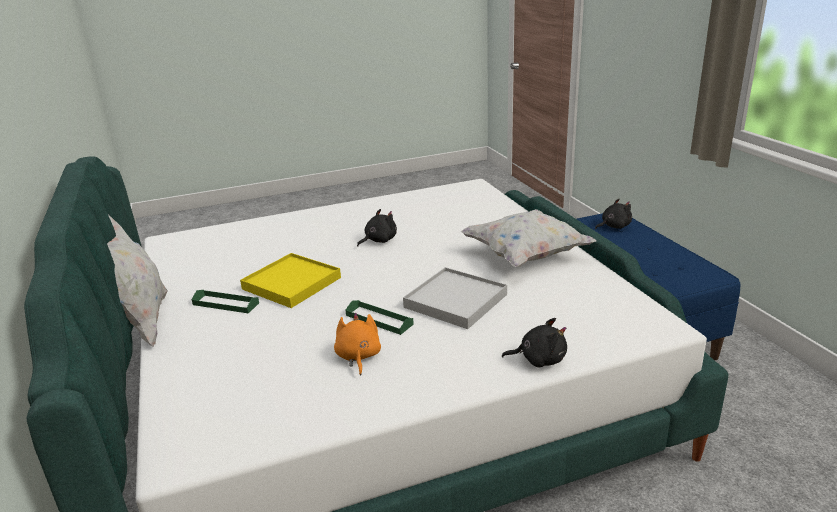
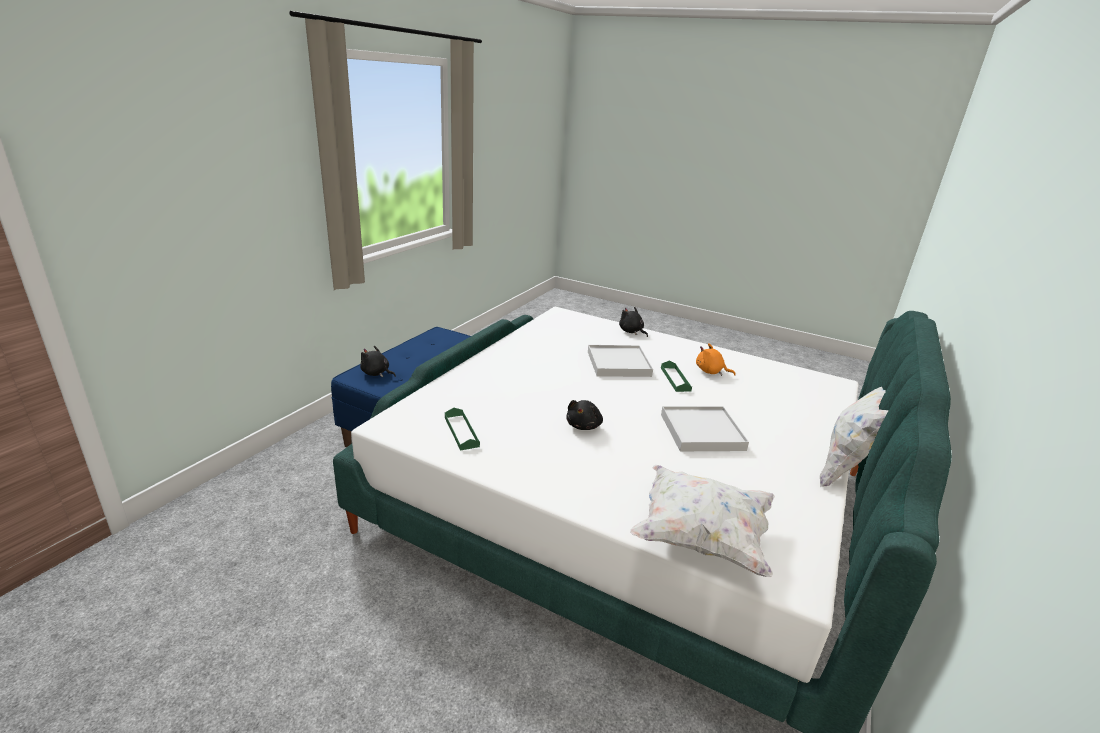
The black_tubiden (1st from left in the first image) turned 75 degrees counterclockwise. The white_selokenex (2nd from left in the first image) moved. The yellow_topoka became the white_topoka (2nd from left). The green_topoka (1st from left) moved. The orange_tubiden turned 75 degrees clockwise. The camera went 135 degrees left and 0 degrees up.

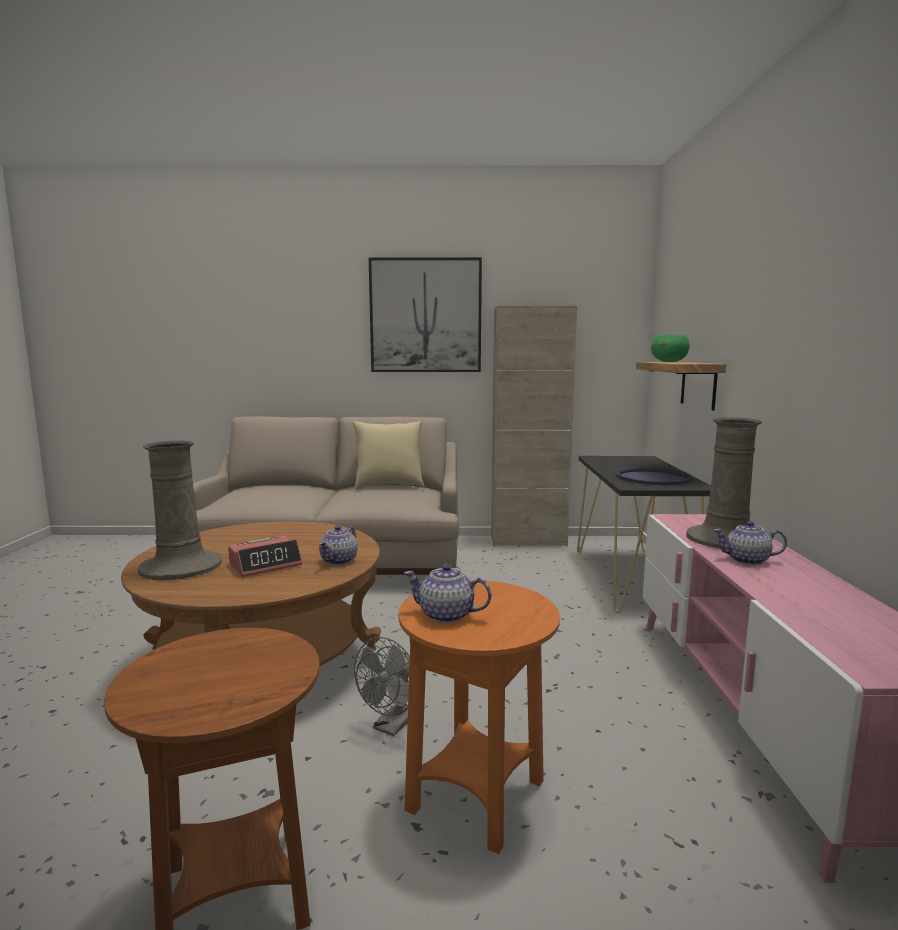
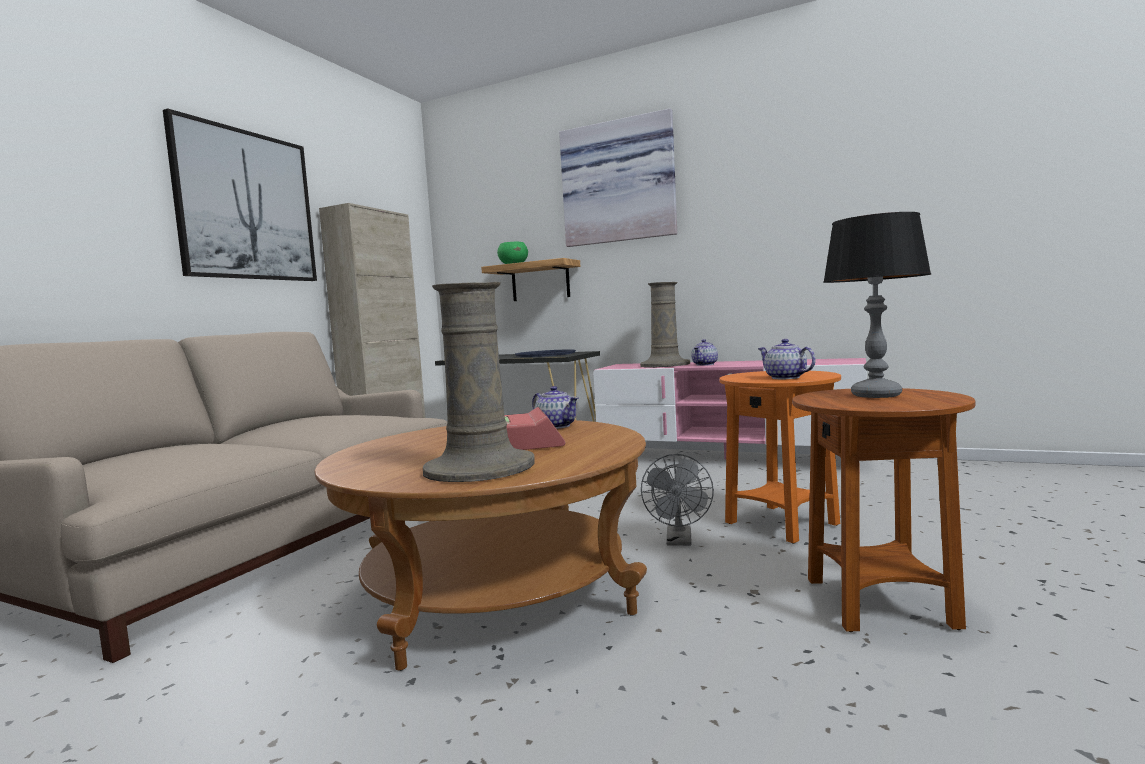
The beige_selokenex disappeared. The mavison (2nd from left in the first image) turned 105 degrees clockwise. The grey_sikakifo turned 45 degrees clockwise. The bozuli (2nd from left) appeared. The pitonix appeared. The camera went 65 degrees left and 5 degrees down.

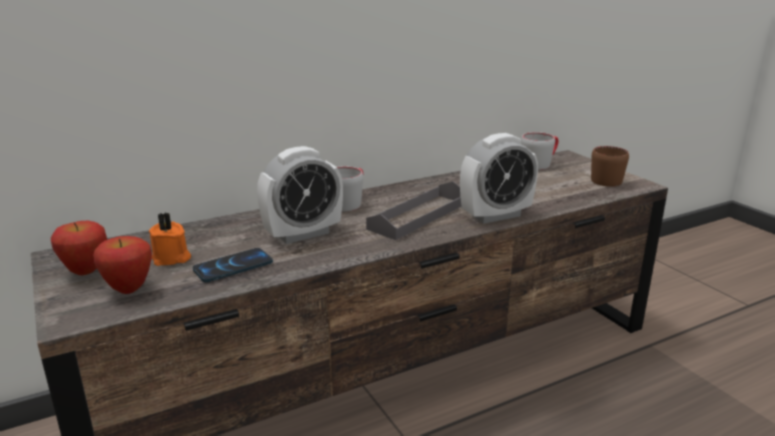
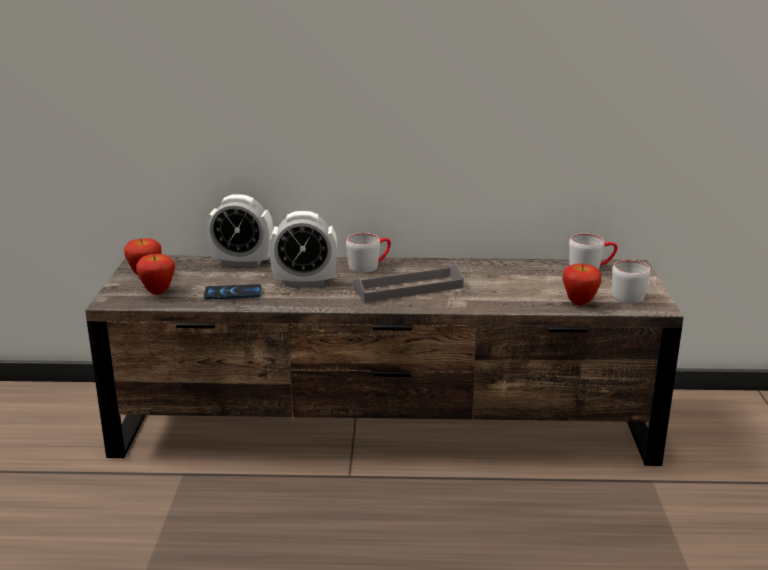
The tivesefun (2nd from left in the first image) moved. The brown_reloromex became the grey_reloromex (3rd from left). The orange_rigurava disappeared. The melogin (3rd from left) appeared. The camera went 30 degrees right and 0 degrees up.

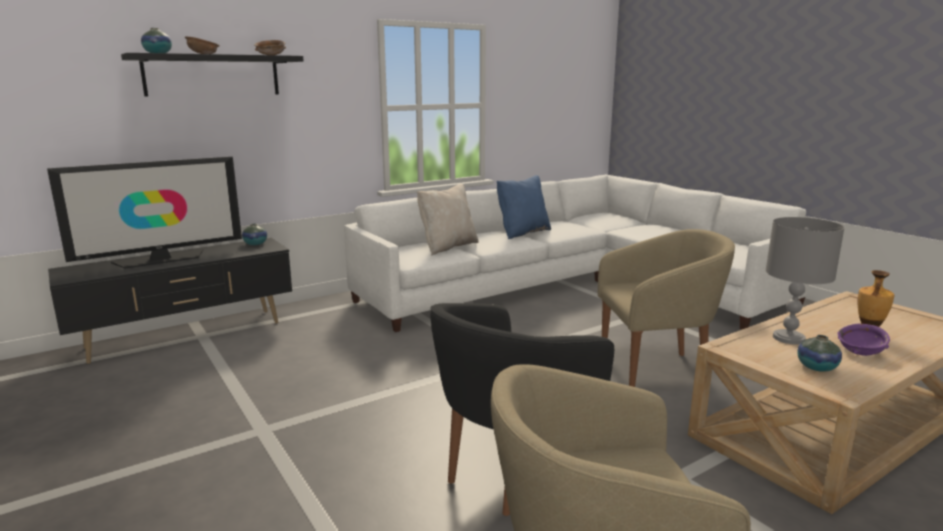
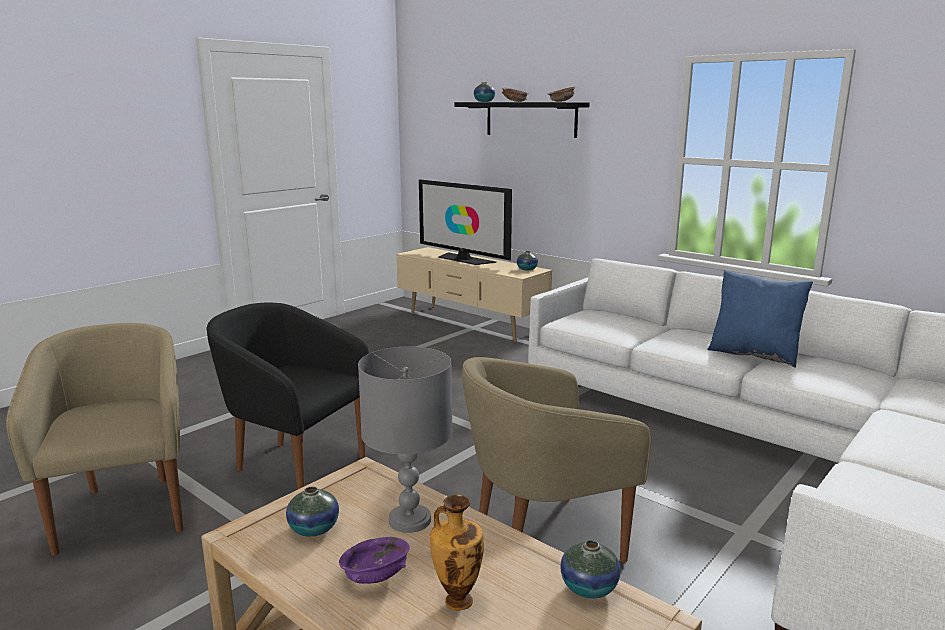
The beige_selokenex disappeared. The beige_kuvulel (2nd from left) turned 90 degrees clockwise. The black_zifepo became the beige_zifepo. The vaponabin (5th from left) appeared. The camera went 75 degrees right and 0 degrees up.

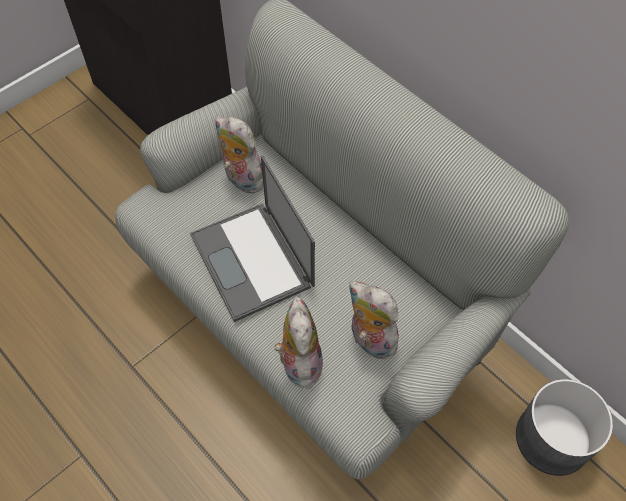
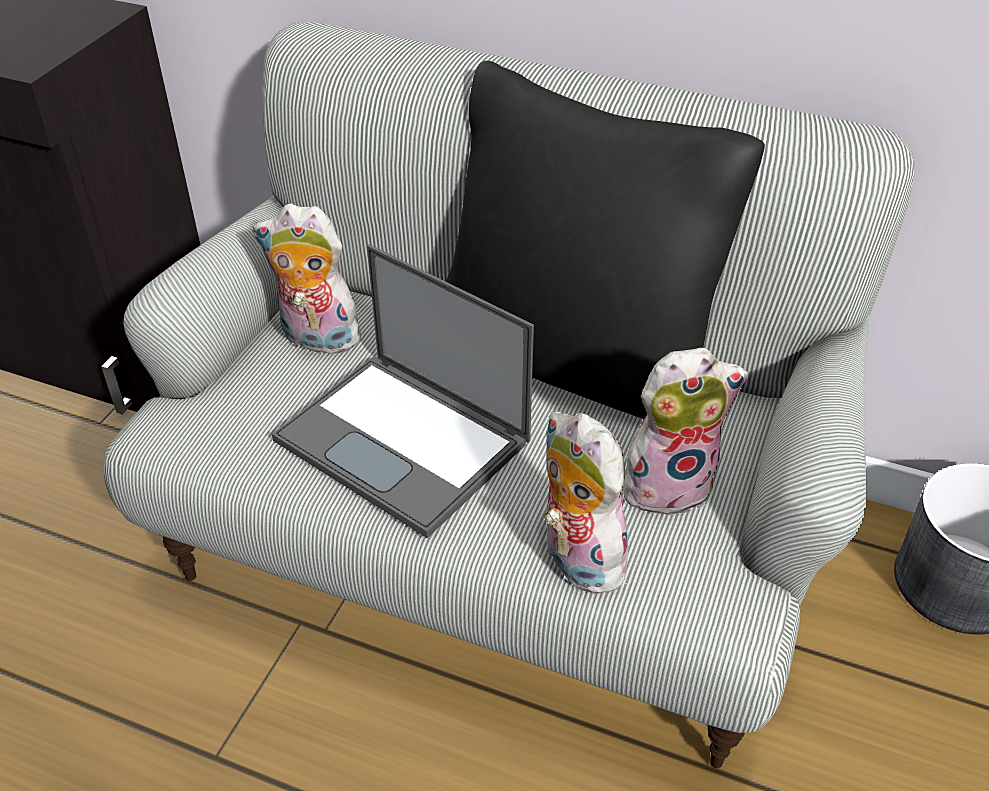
The tubiden (3rd from left) turned 150 degrees clockwise. The black_selokenex appeared. The camera went 25 degrees left and 15 degrees down.

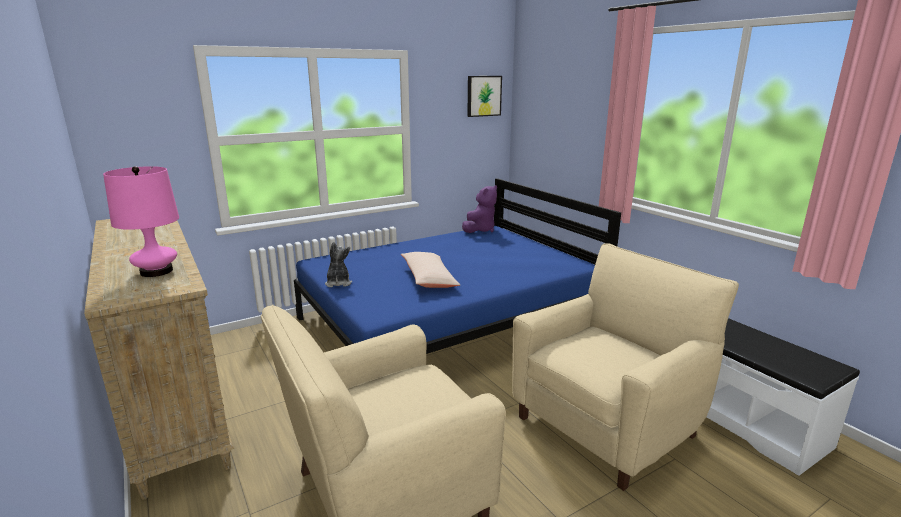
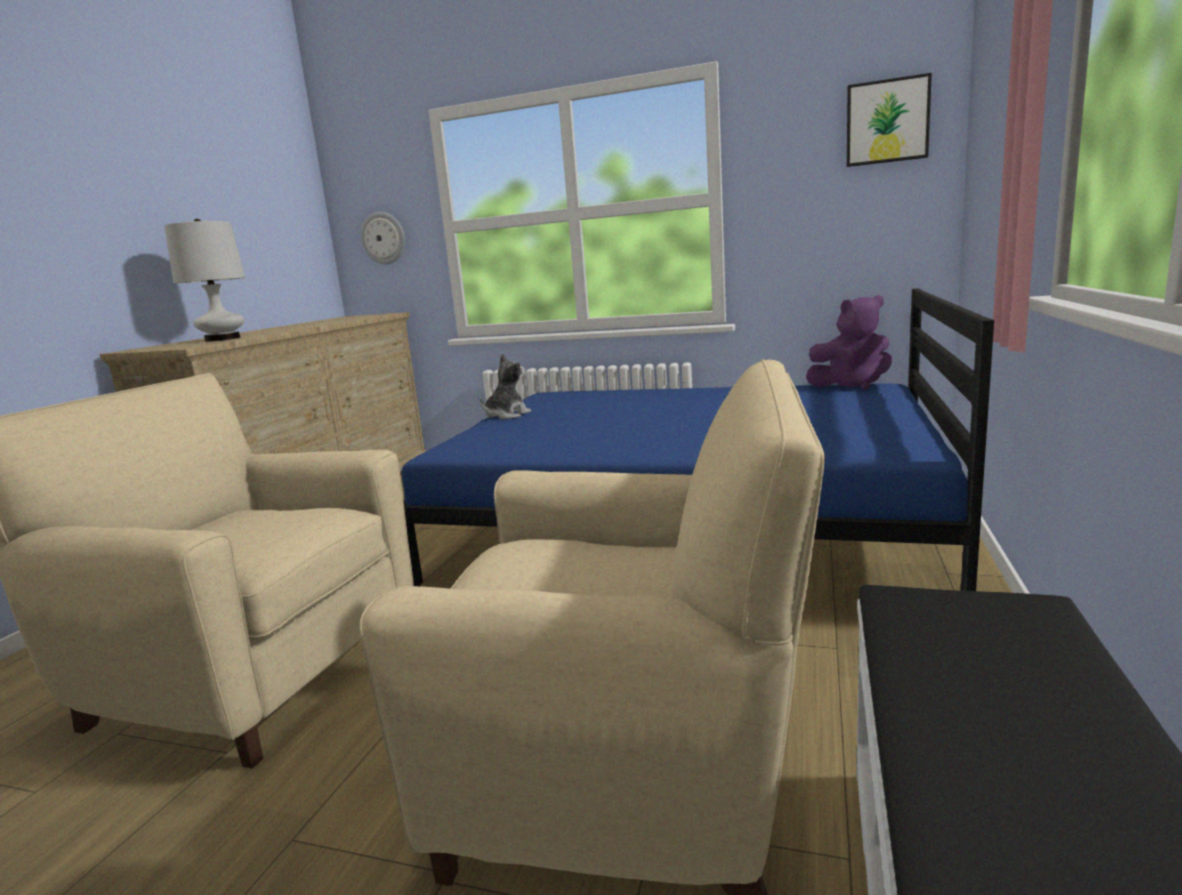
The pink_pitonix became the white_pitonix. The beige_selokenex disappeared. The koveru appeared. The camera went 50 degrees right and 5 degrees down.

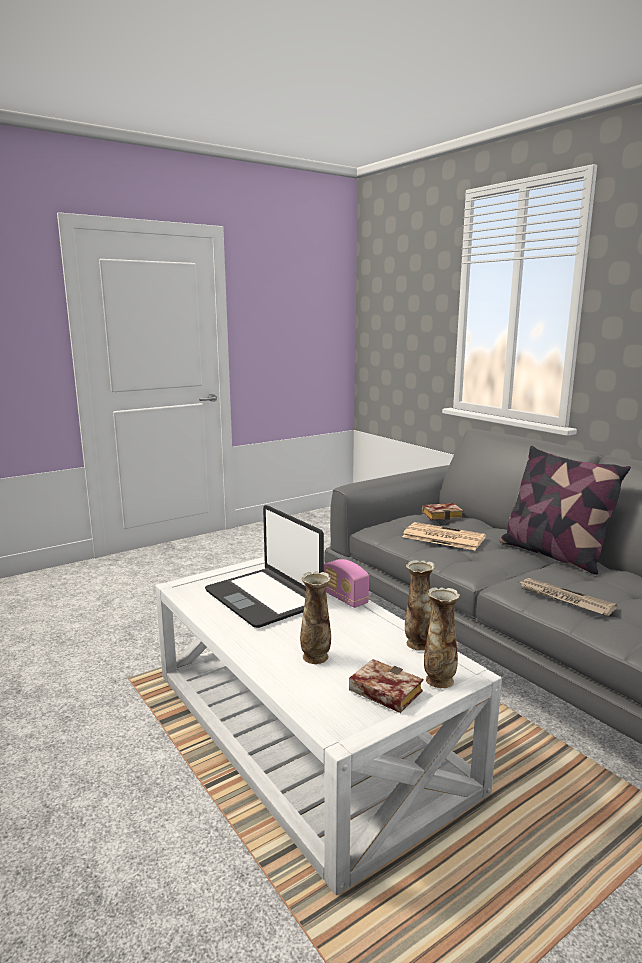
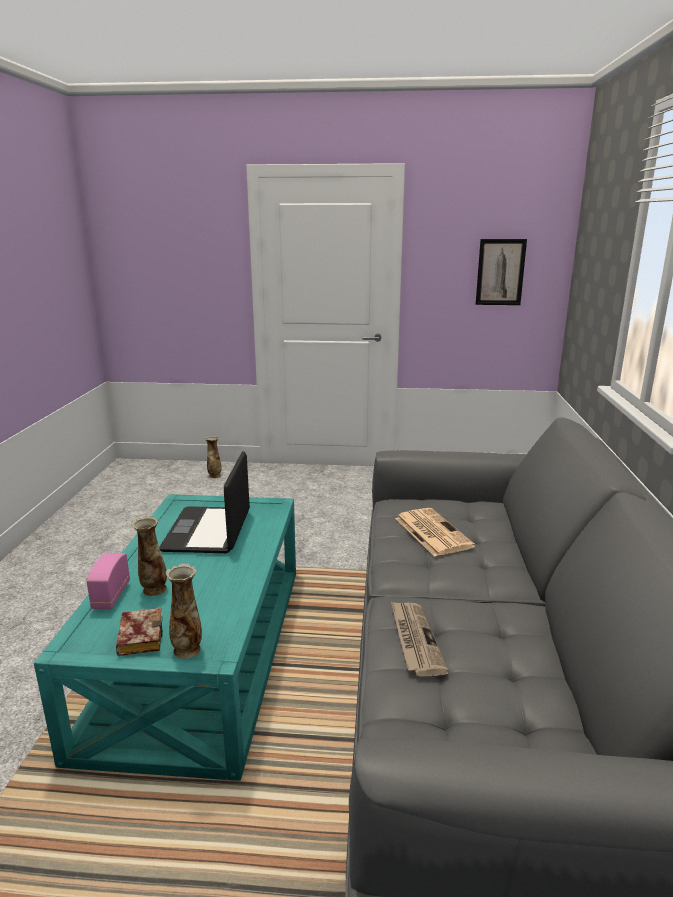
The selokenex disappeared. The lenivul (2nd from left) disappeared. The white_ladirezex became the turquoise_ladirezex. The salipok moved. The vaponabin (2nd from left in the first image) moved. The bozuli appeared. The camera went 40 degrees right and 5 degrees up.

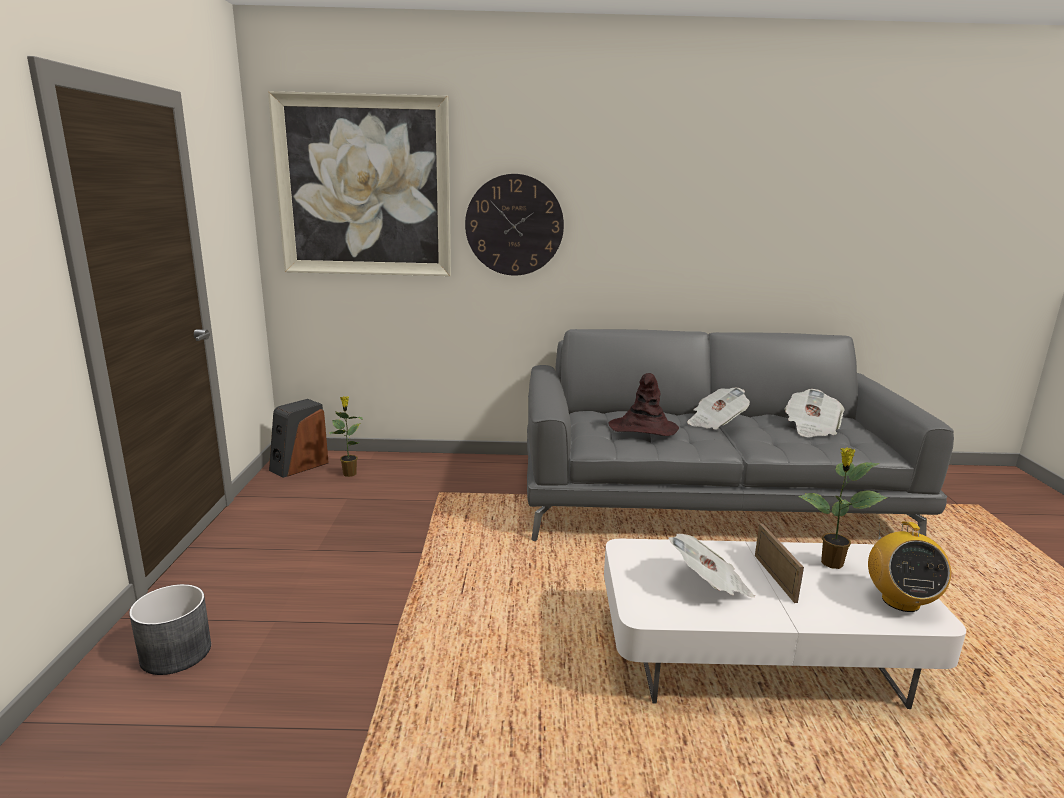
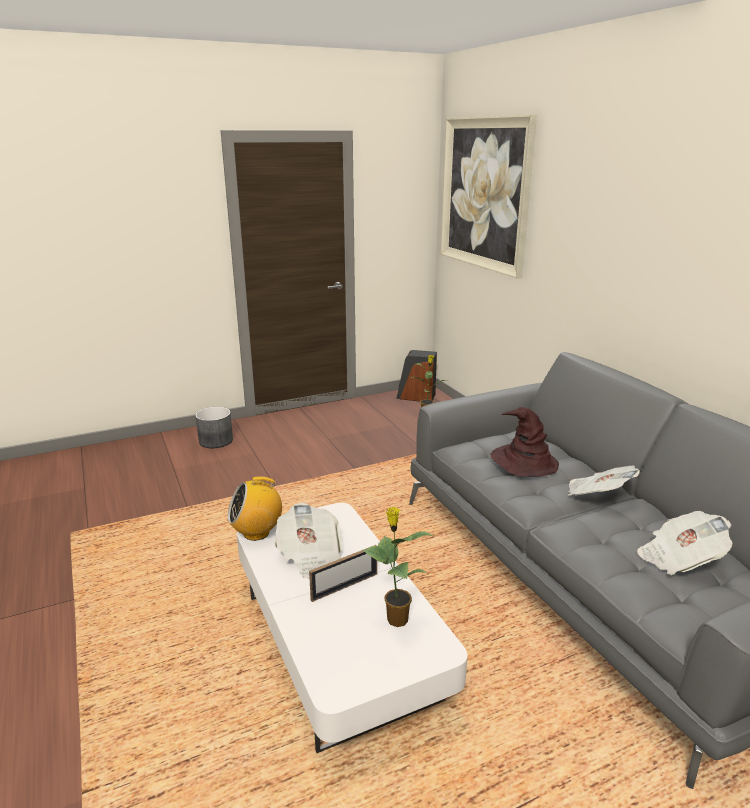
The koveru disappeared. The salipok moved. The camera went 65 degrees right and 5 degrees up.

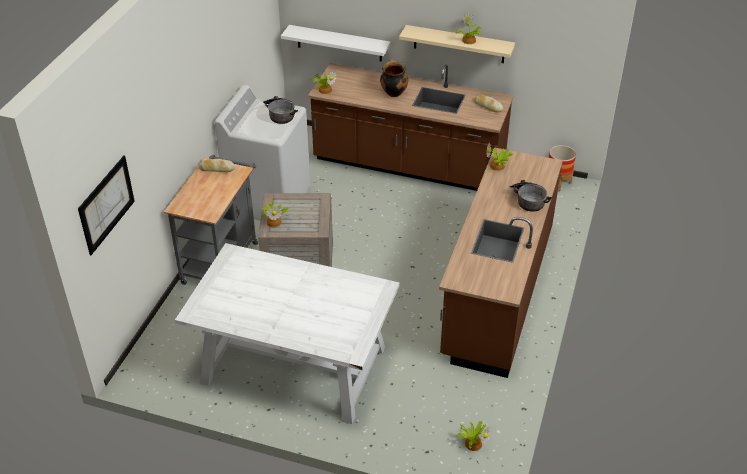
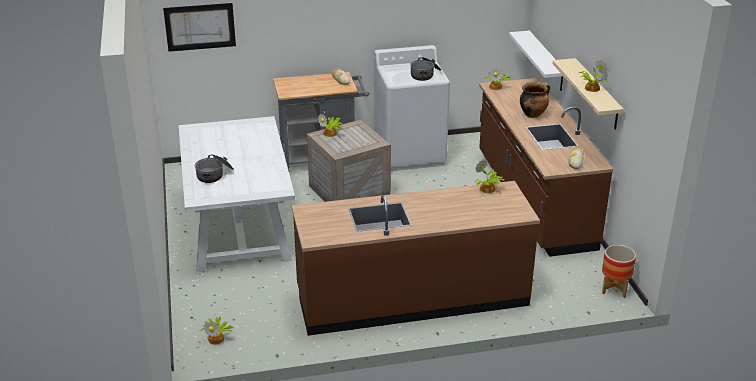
The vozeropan (3rd from left in the first image) moved. The camera went 60 degrees right and 10 degrees down.

